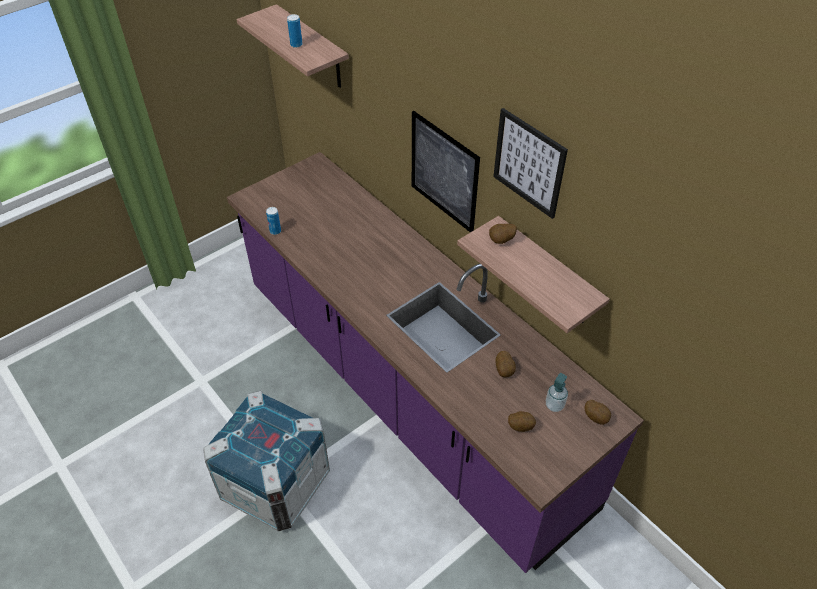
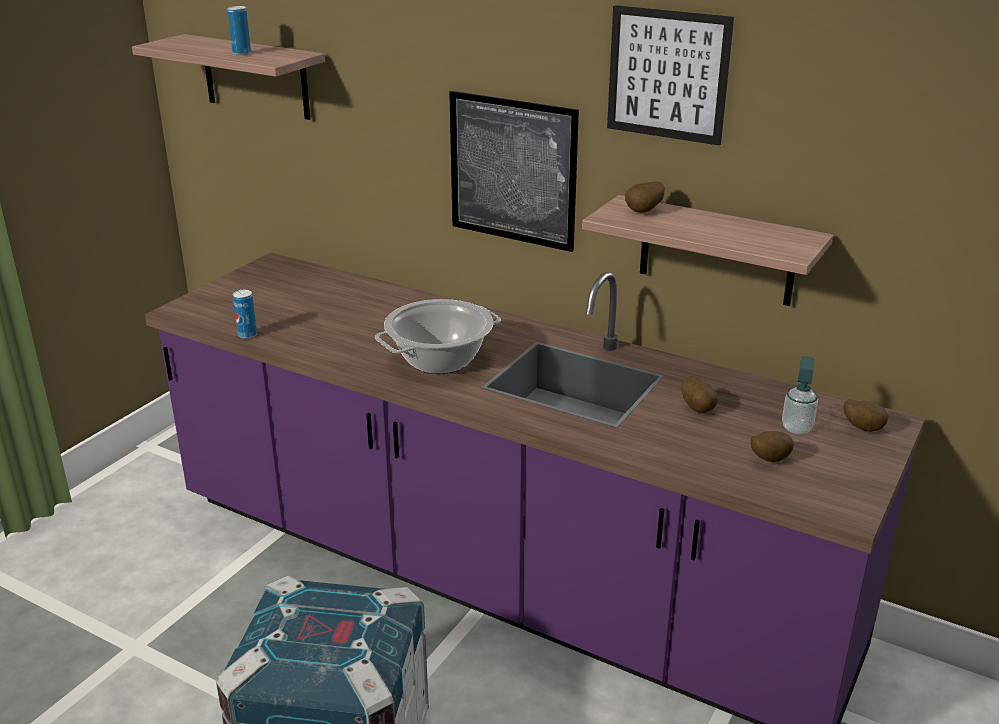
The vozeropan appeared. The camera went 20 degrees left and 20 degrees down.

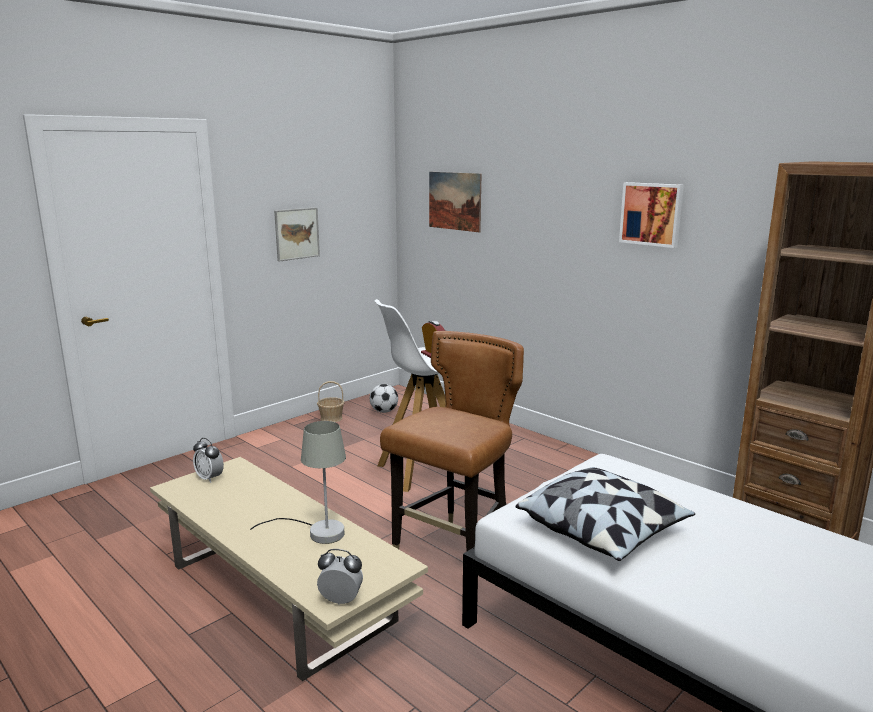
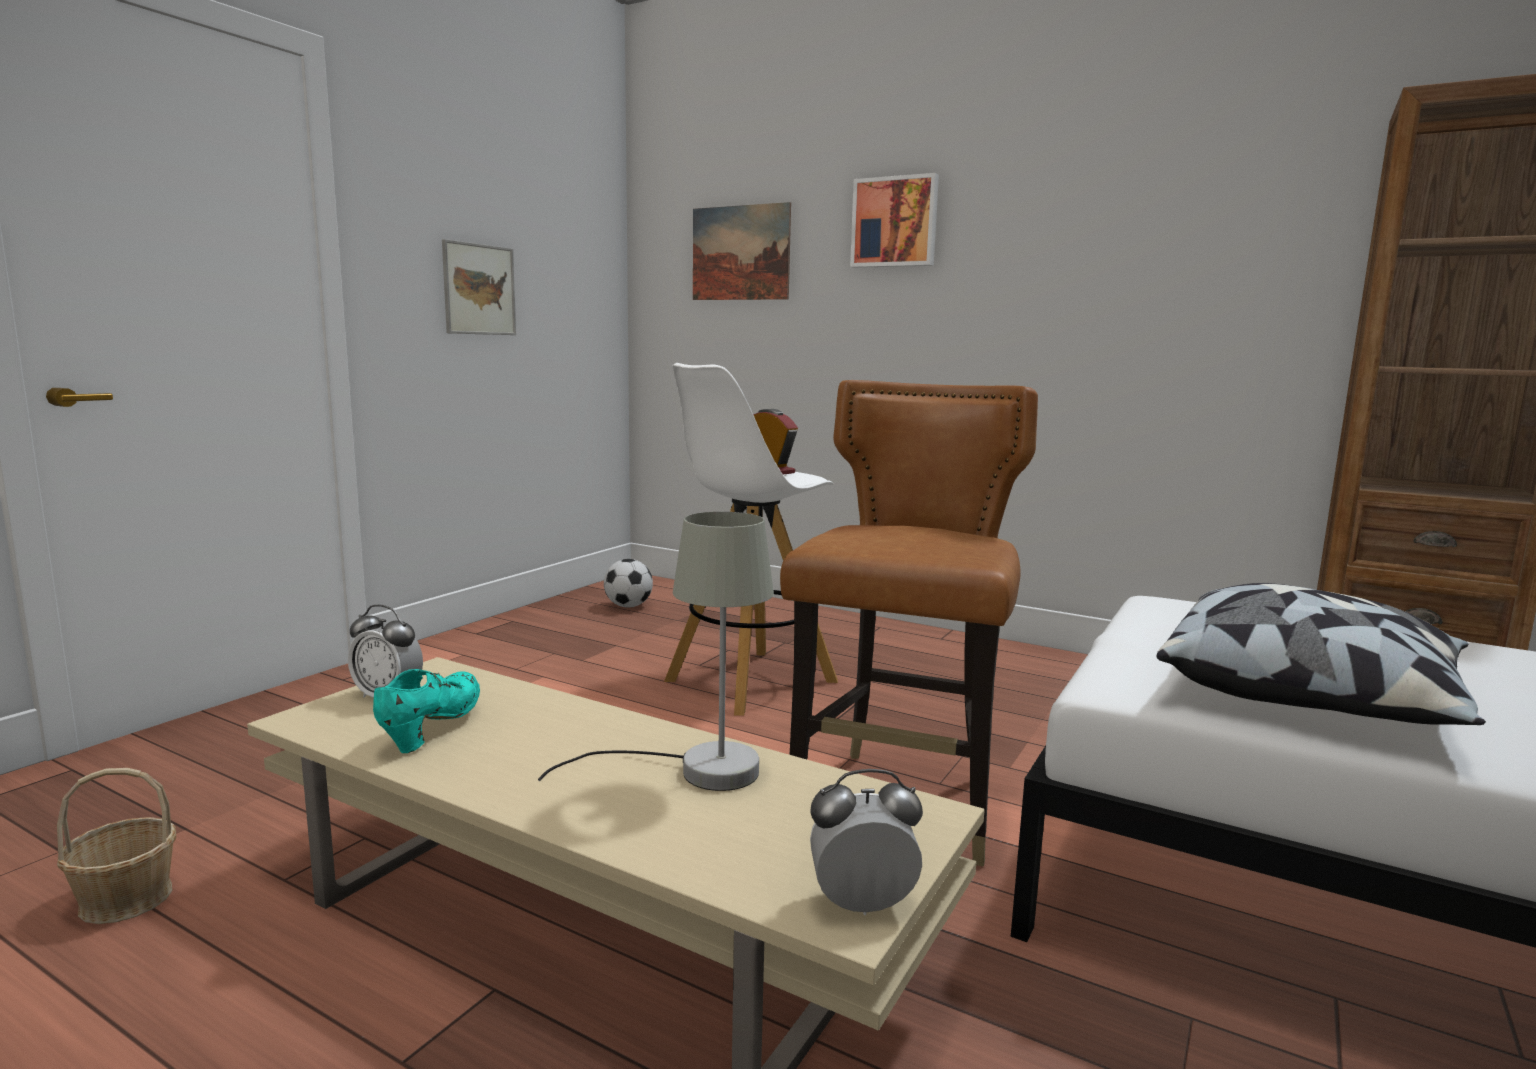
The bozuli (3rd from left) moved. The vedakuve moved. The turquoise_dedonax appeared. The camera went 15 degrees left and 5 degrees down.

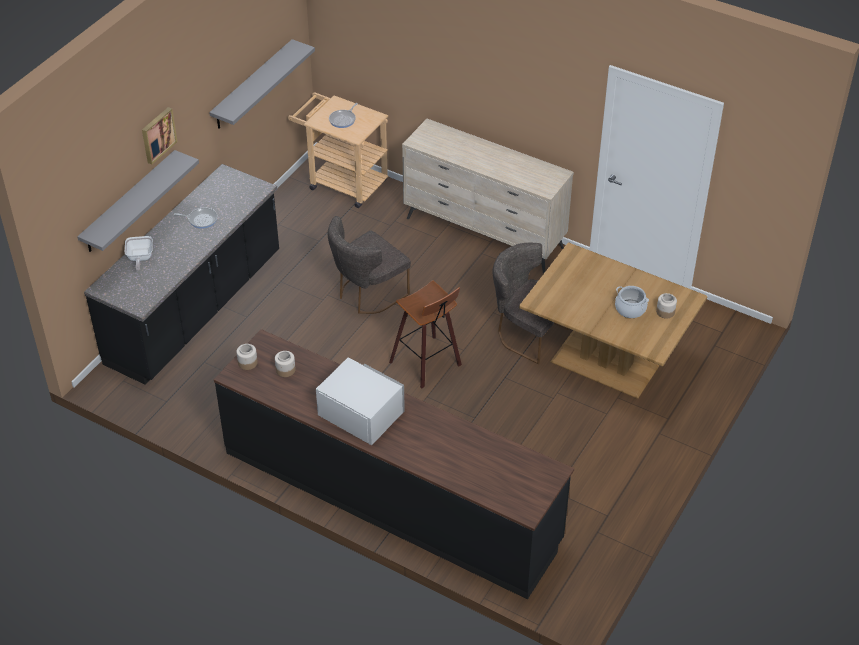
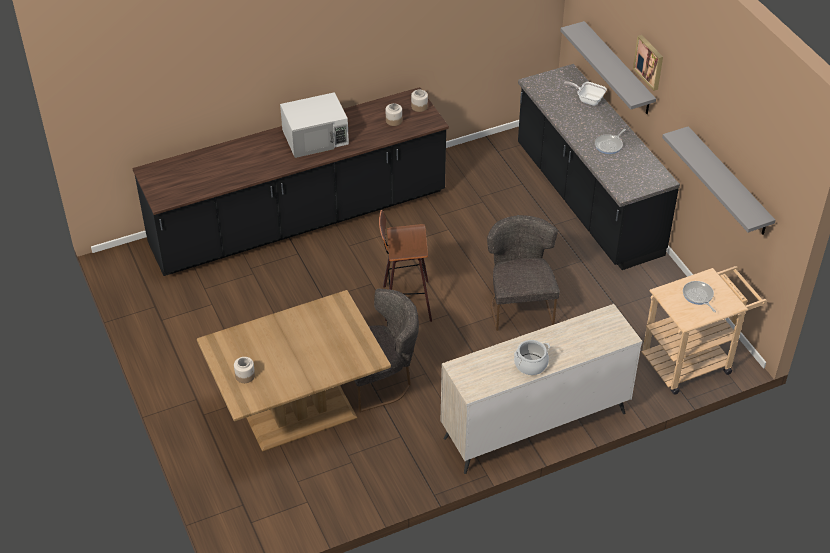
The vozeropan moved. The camera went 125 degrees right and 0 degrees up.

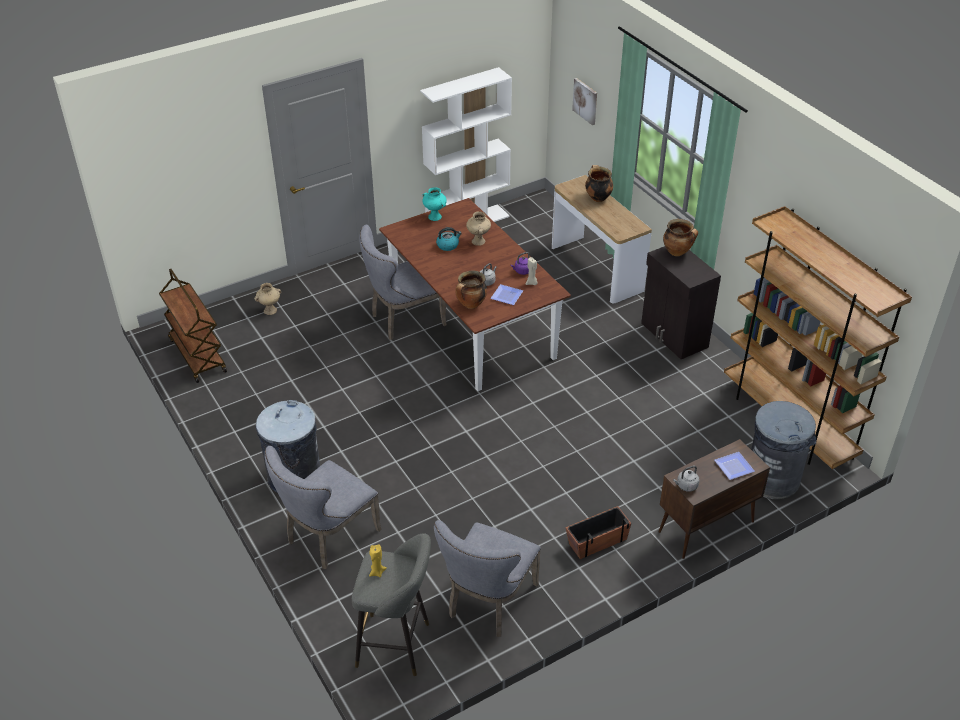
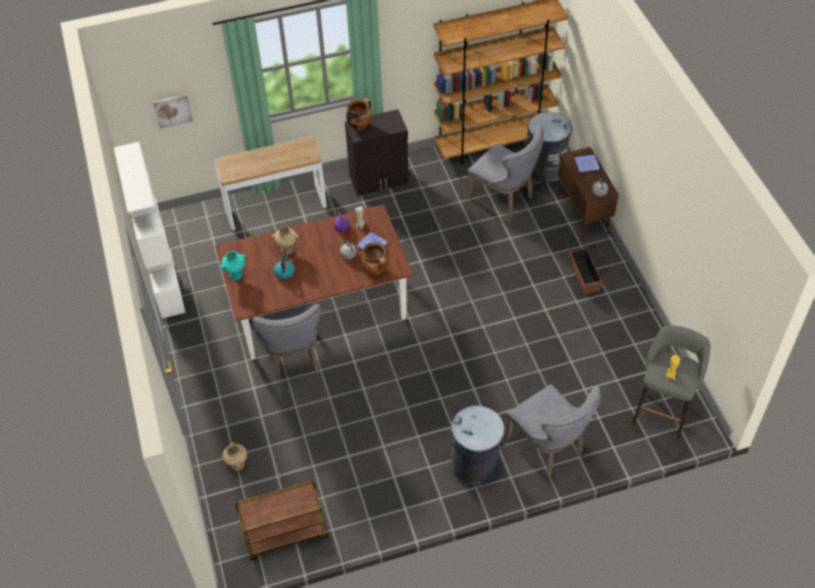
The vozeropan (2nd from left) disappeared. The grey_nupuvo (3rd from left in the first image) moved. The camera went 75 degrees left and 10 degrees up.

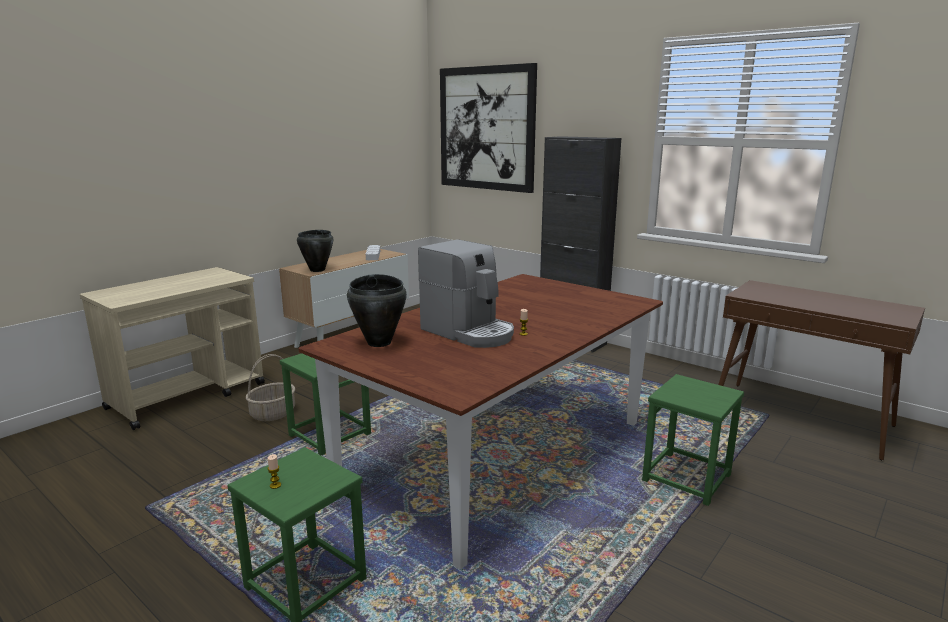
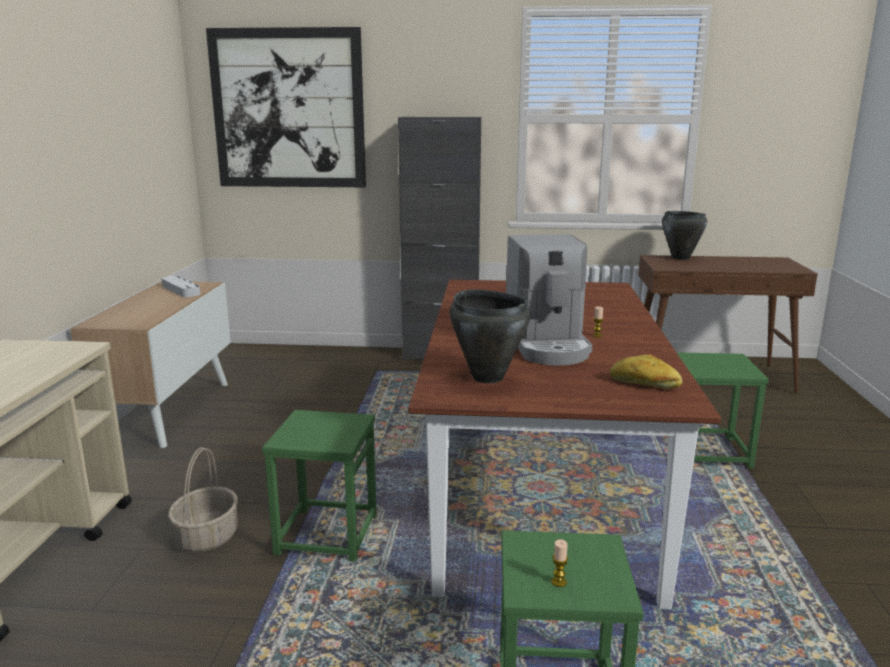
The black_vozeropan (1st from left in the first image) moved. The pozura turned 75 degrees clockwise. The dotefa appeared. The camera went 35 degrees left and 0 degrees up.

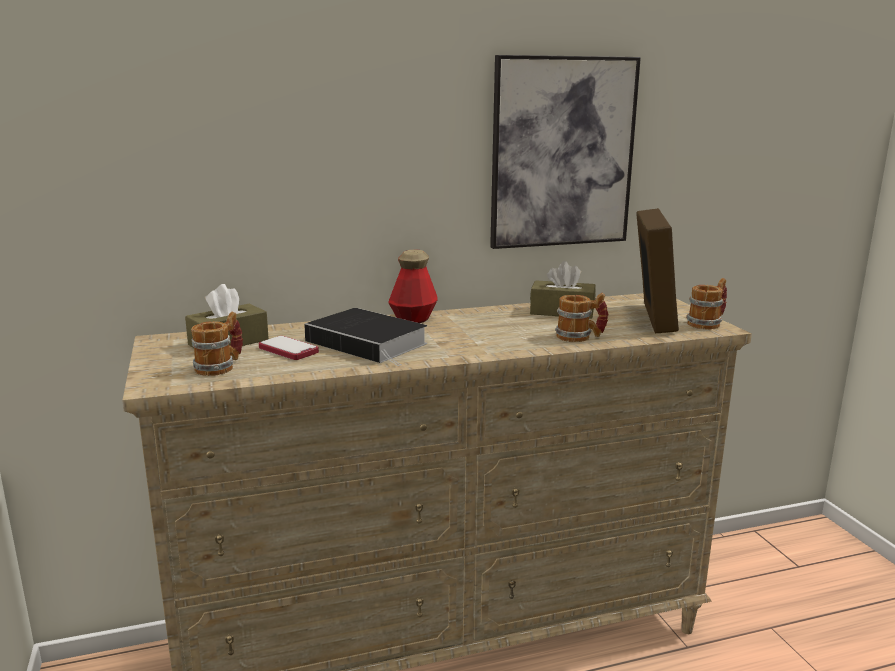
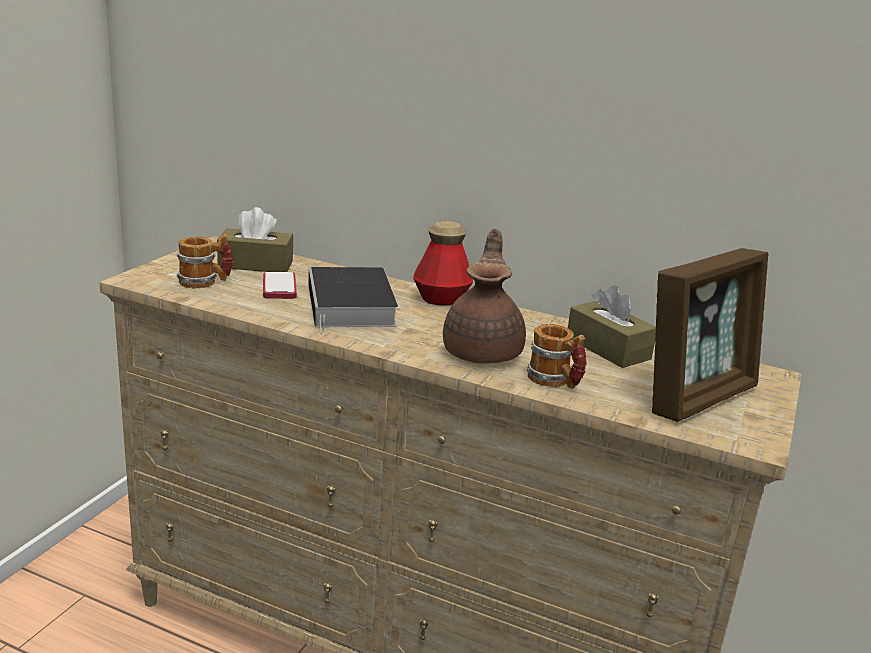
The bozuli disappeared. The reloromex (3rd from left) disappeared. The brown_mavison appeared. The camera went 40 degrees right and 5 degrees up.

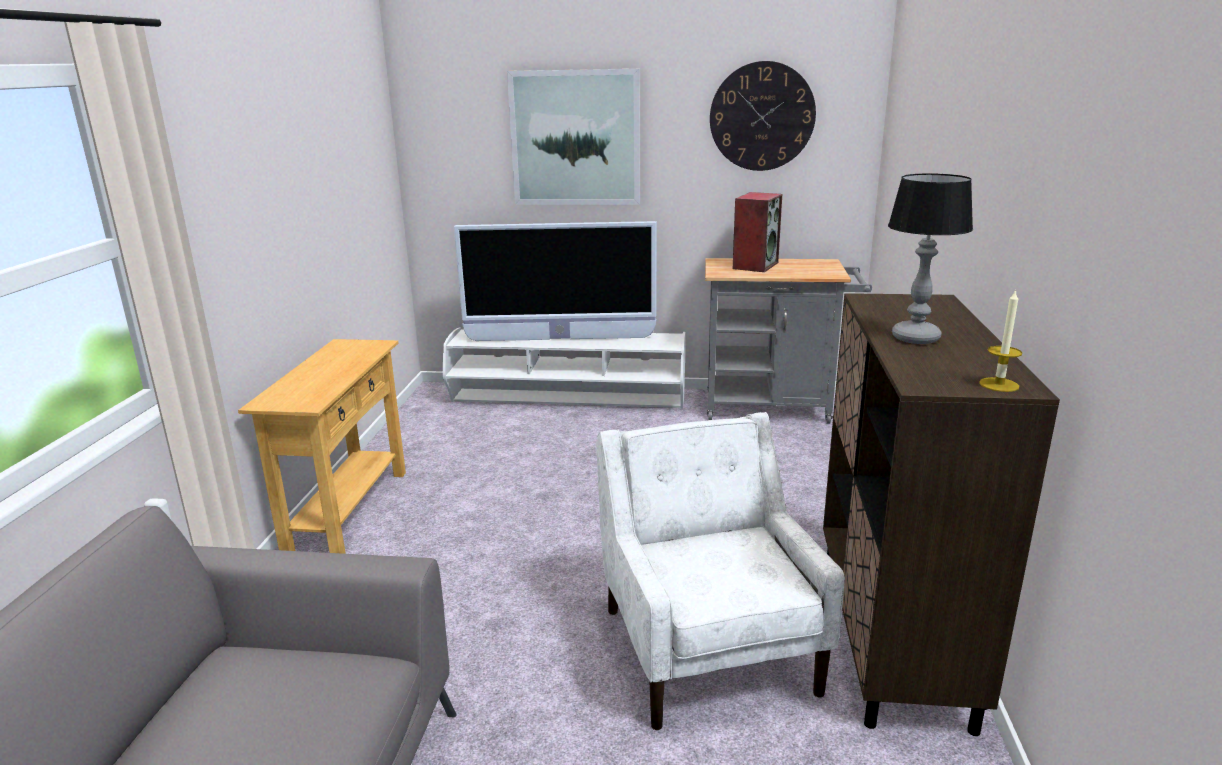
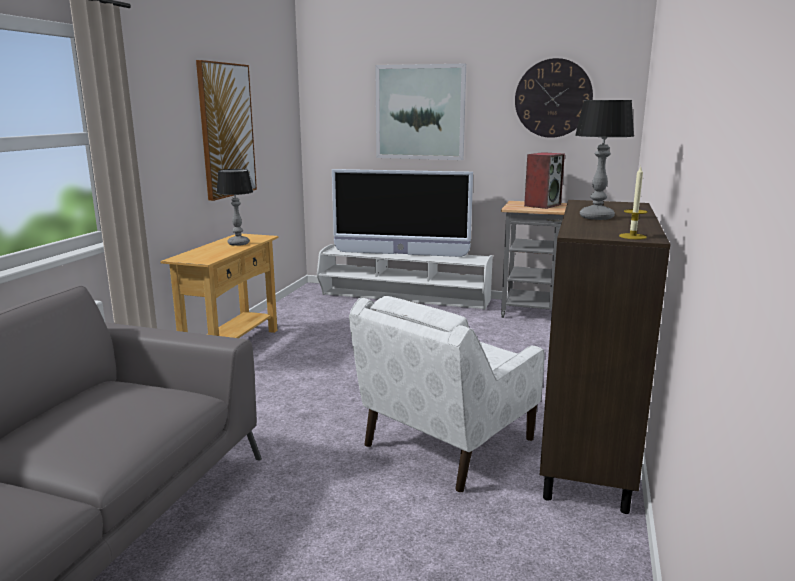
The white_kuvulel turned 135 degrees counterclockwise. The bozuli (1st from left) appeared. The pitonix (1st from left) appeared. The camera went 10 degrees right and 5 degrees down.

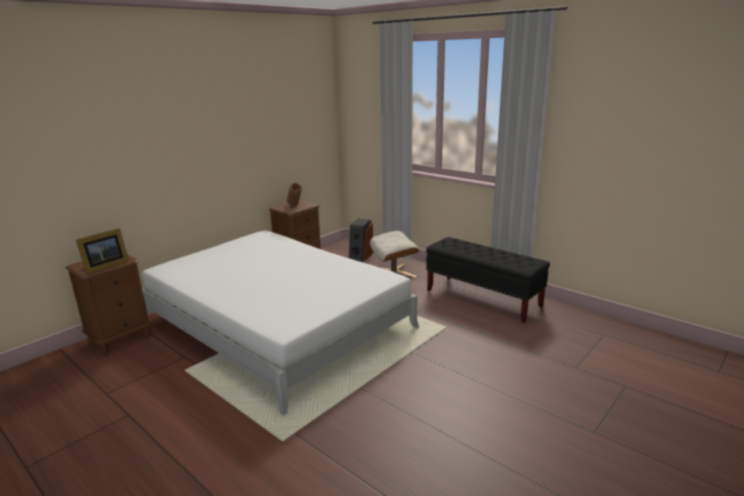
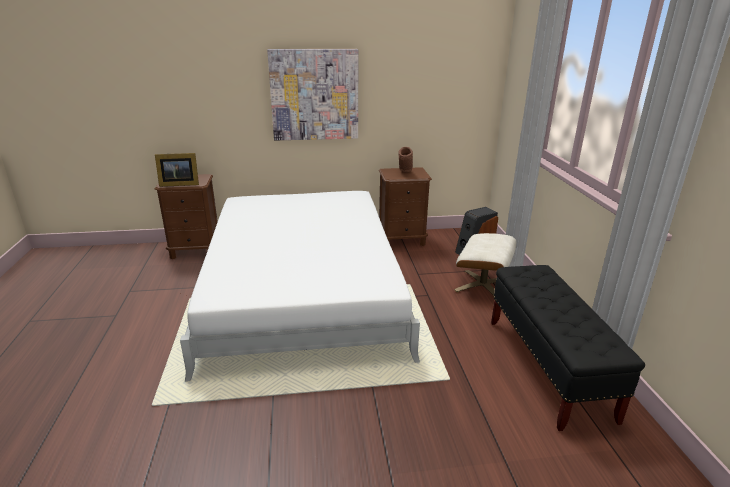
The bozuli appeared. The camera went 40 degrees right and 5 degrees up.

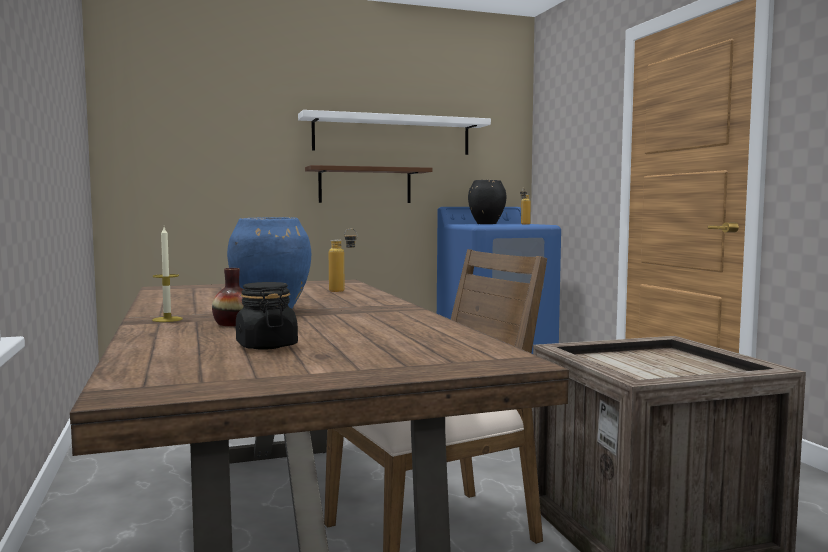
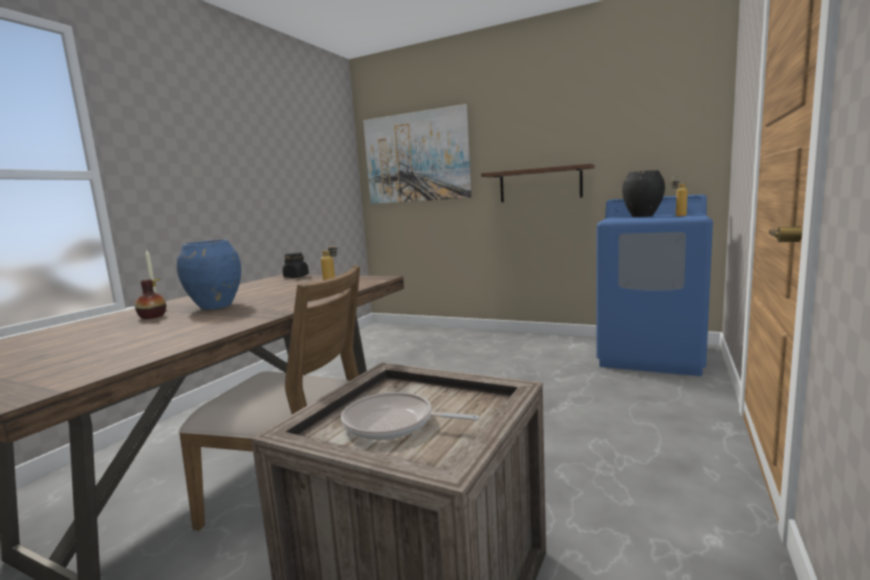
The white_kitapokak disappeared. The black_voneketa moved. The bozuli appeared. The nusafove appeared. The camera went 45 degrees right and 5 degrees up.

